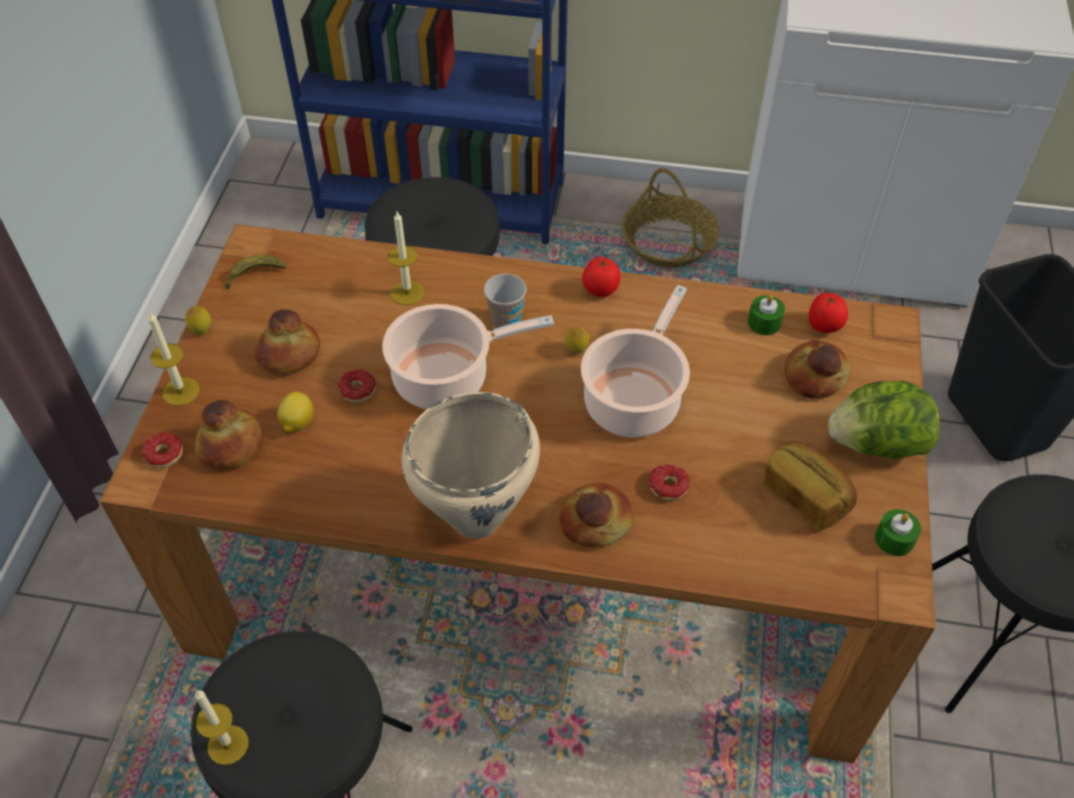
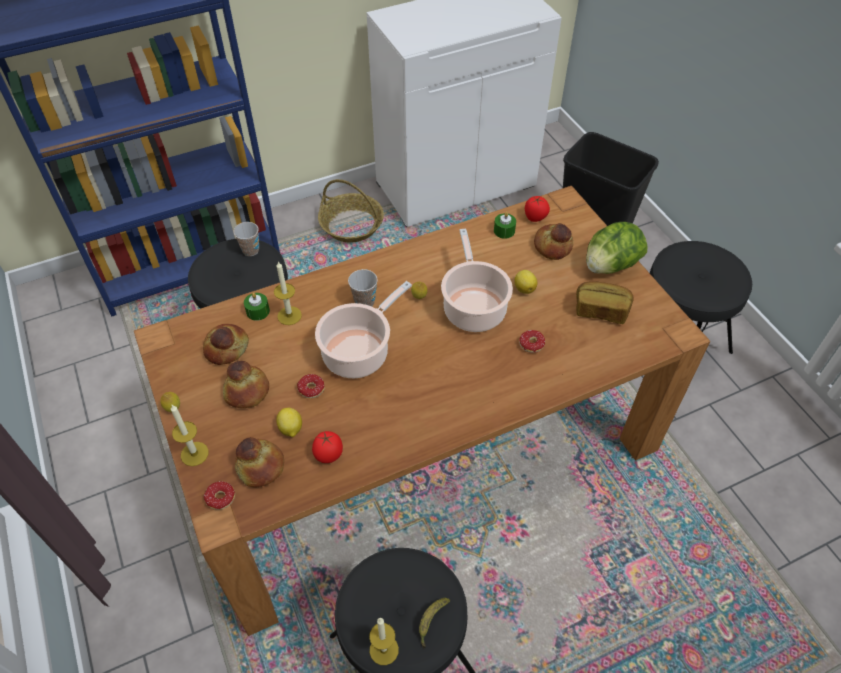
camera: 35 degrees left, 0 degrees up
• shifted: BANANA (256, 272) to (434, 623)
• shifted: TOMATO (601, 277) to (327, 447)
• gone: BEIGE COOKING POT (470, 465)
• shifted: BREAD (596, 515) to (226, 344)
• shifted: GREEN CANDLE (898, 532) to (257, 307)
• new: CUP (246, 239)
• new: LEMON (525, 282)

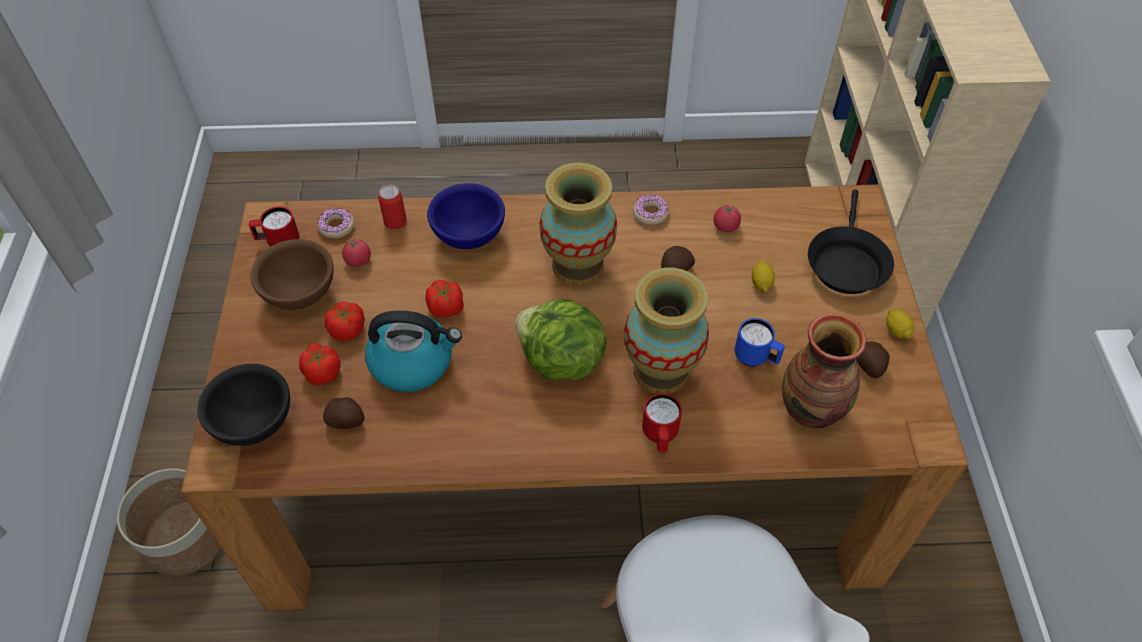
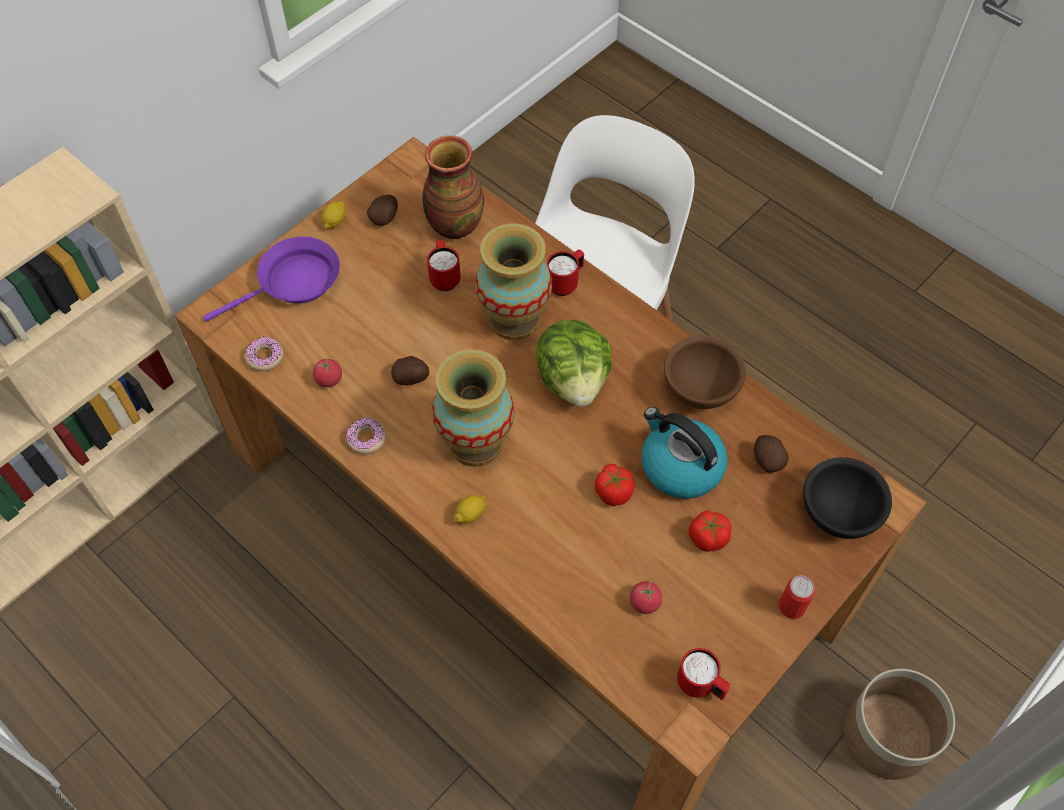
camera: 135 degrees left, 5 degrees up
• gone: BLUE BOWL (466, 216)
• shifted: CAN (392, 207) to (797, 597)
• repainted: BLACK FRYING PAN (851, 241) to PURPLE FRYING PAN (271, 279)
• shifted: DONUT (335, 223) to (264, 354)
• shifted: BROWN BOWL (292, 274) to (705, 372)
• shifted: LEMON (763, 276) to (469, 509)
• repainted: BLUE MUG (760, 342) to RED MUG (444, 265)
• gone: TOMATO (320, 365)

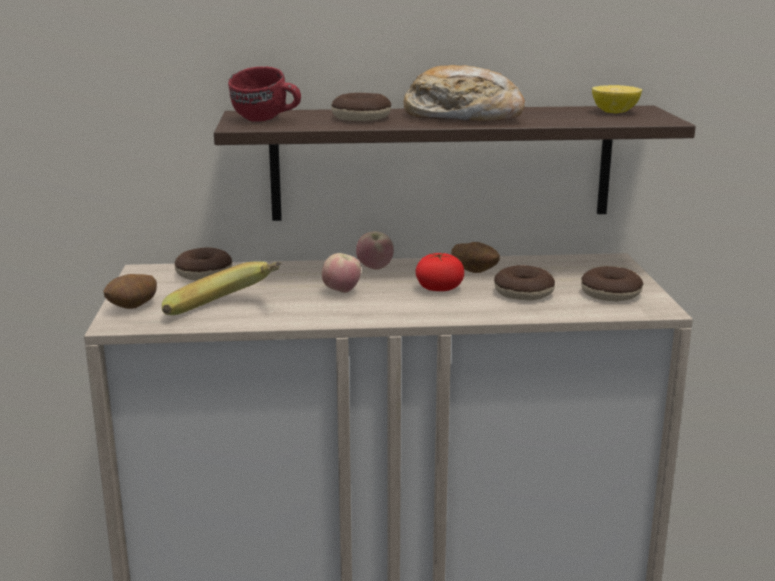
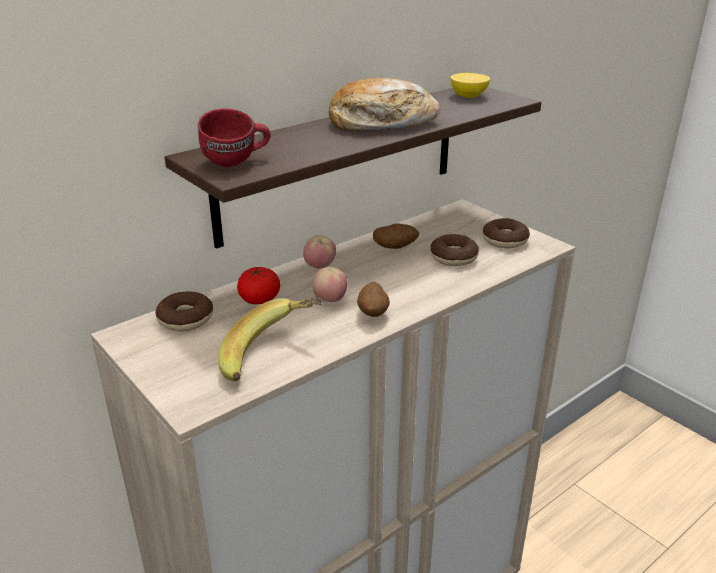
camera: 35 degrees left, 10 degrees up
• gone: DONUT (361, 107)
• shifted: TOMATO (439, 272) to (258, 285)
• shifted: POTATO (130, 291) to (373, 299)

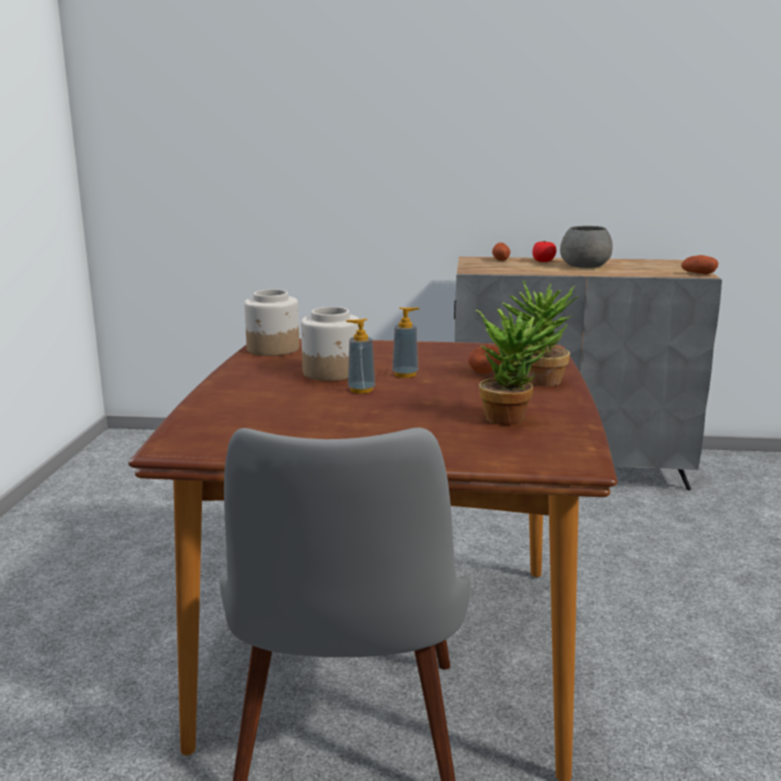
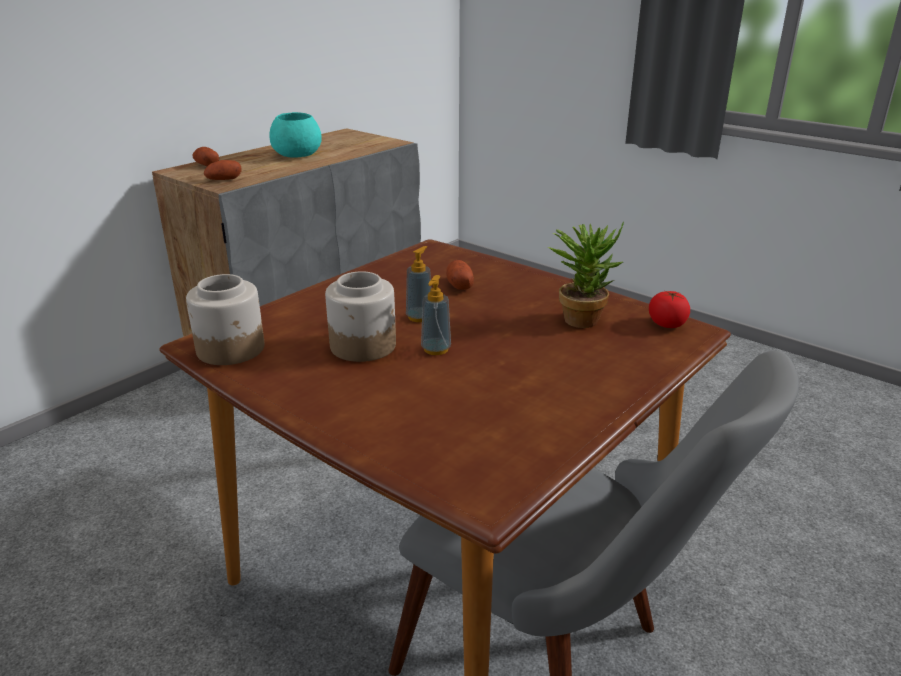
camera: 55 degrees left, 10 degrees up
• repainted: GREY BOWL (586, 247) to TURQUOISE BOWL (295, 135)
• shifted: TOMATO (544, 251) to (669, 309)
• shifted: POTATO (699, 264) to (223, 170)
• gone: POTTED PLANT (541, 333)

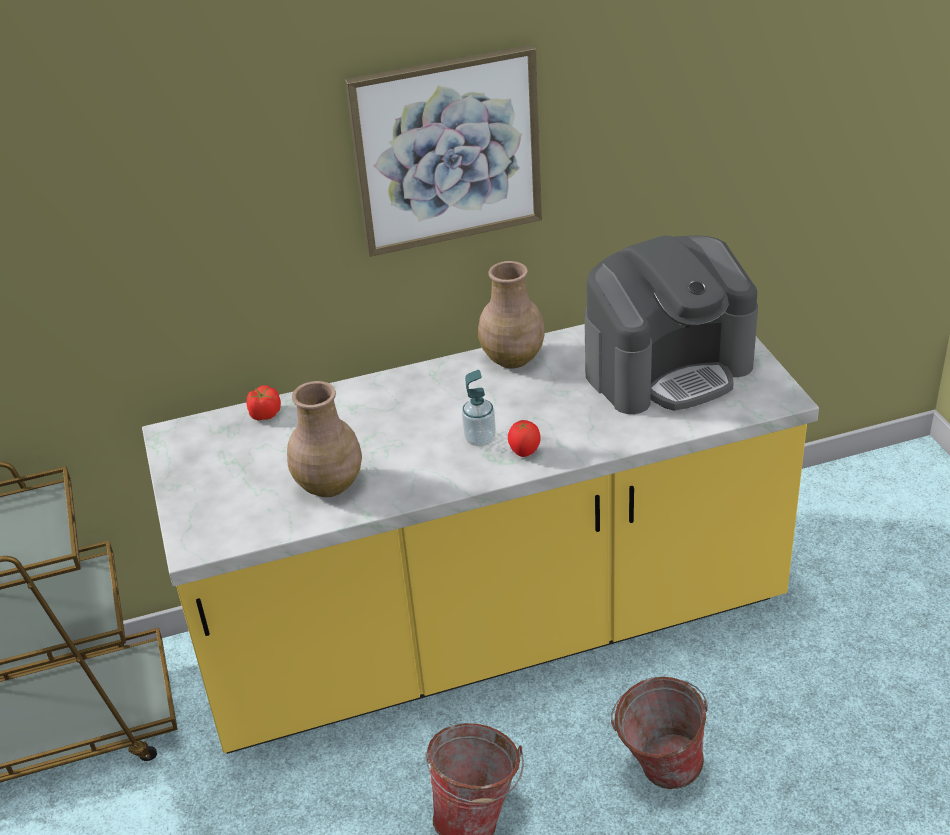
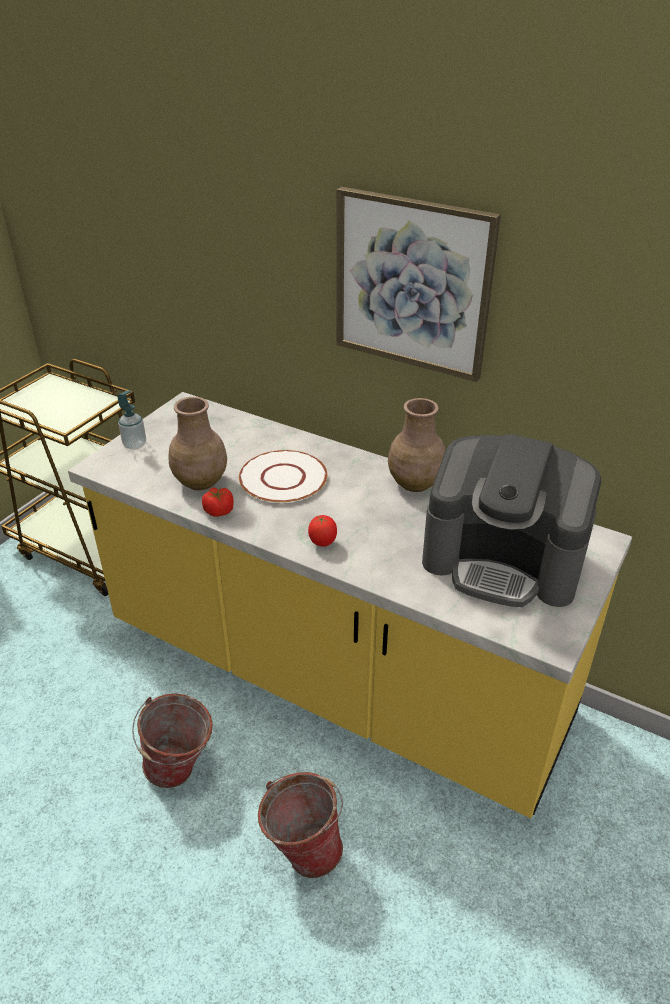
camera: 45 degrees right, 0 degrees up
• shifted: SOAP DISPENSER (479, 408) to (131, 420)
• shifted: TOMATO (264, 402) to (218, 502)
• new: WHITE PLATE (283, 476)

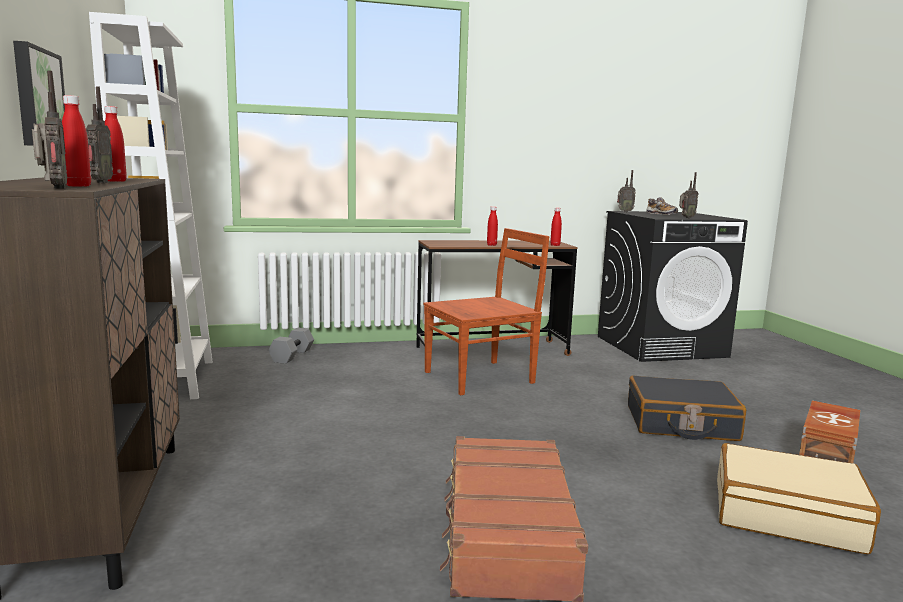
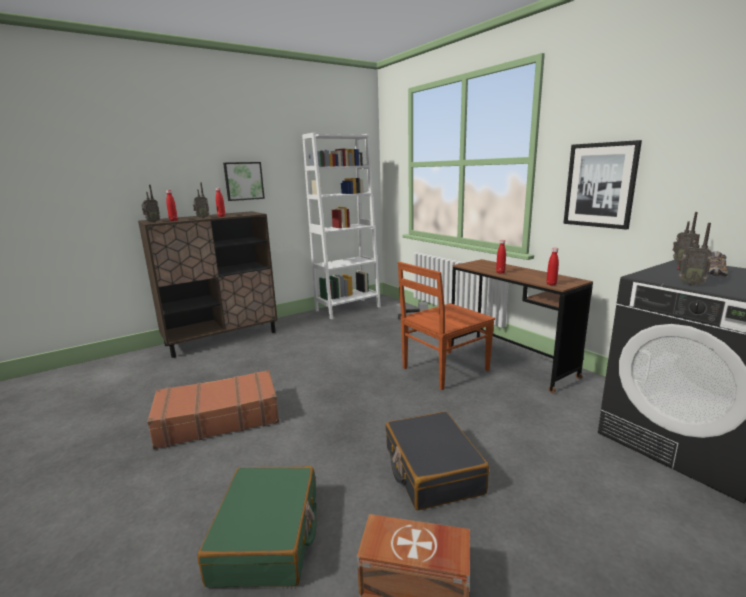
camera: 70 degrees right, 5 degrees up
• rotated: BROWN CHAIR (486, 311) = (446, 326) 105 degrees clockwise
• repainted: BEIGE SUITCASE (799, 498) to GREEN SUITCASE (257, 526)
• new: PICTURE (602, 185)

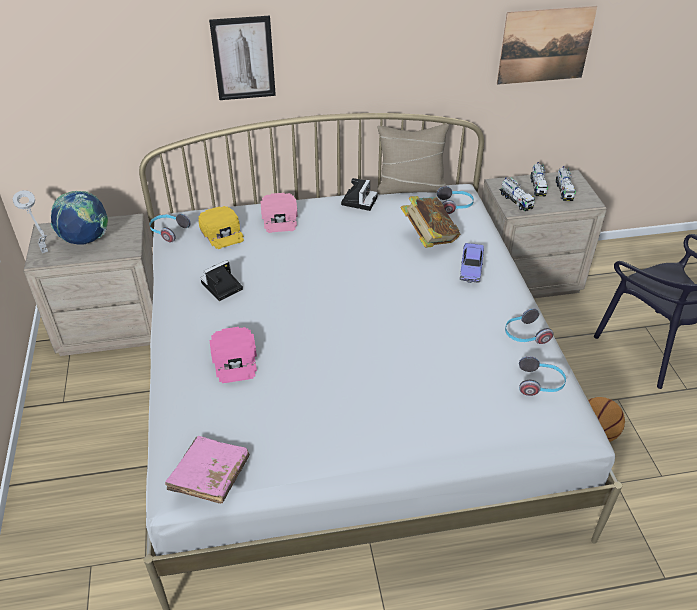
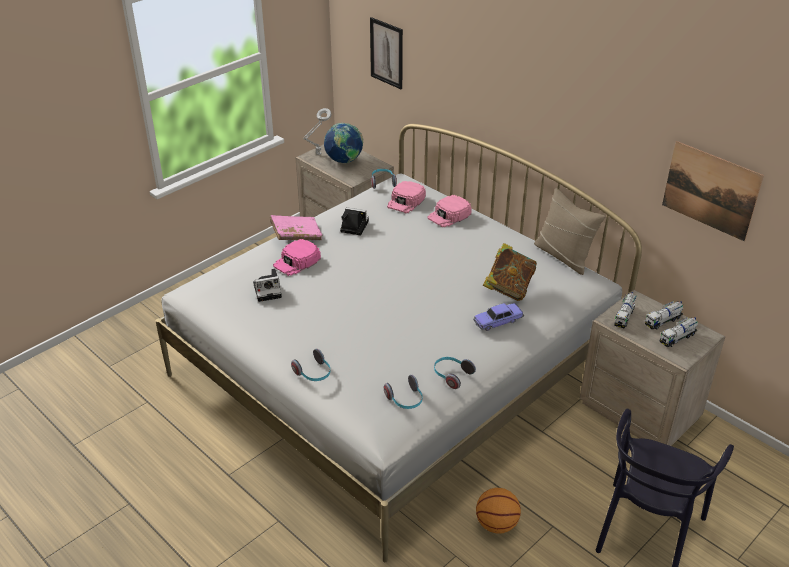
camera: 55 degrees right, 5 degrees down
• shifted: PICTURE (242, 58) to (386, 53)
• shifted: PHOTO CAMERA (359, 194) to (267, 285)
• shifted: HEADPHONES (455, 200) to (310, 365)
• repainted: YELLOW CAP (221, 227) to PINK CAP (406, 197)
• shifted: PINK BOOK (207, 470) to (296, 227)

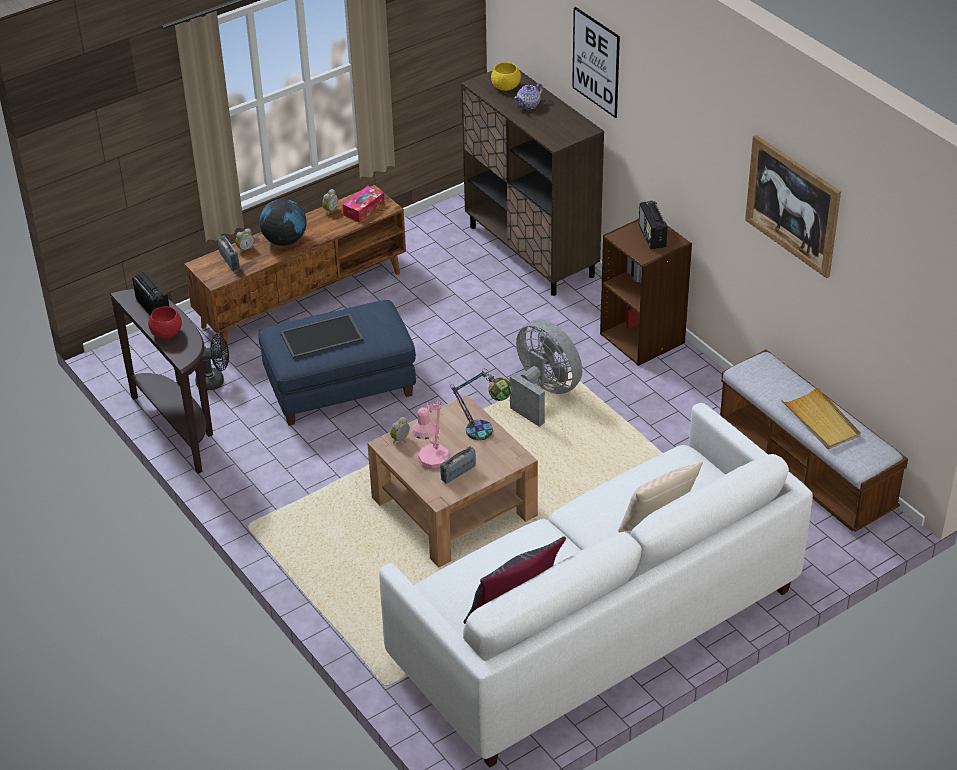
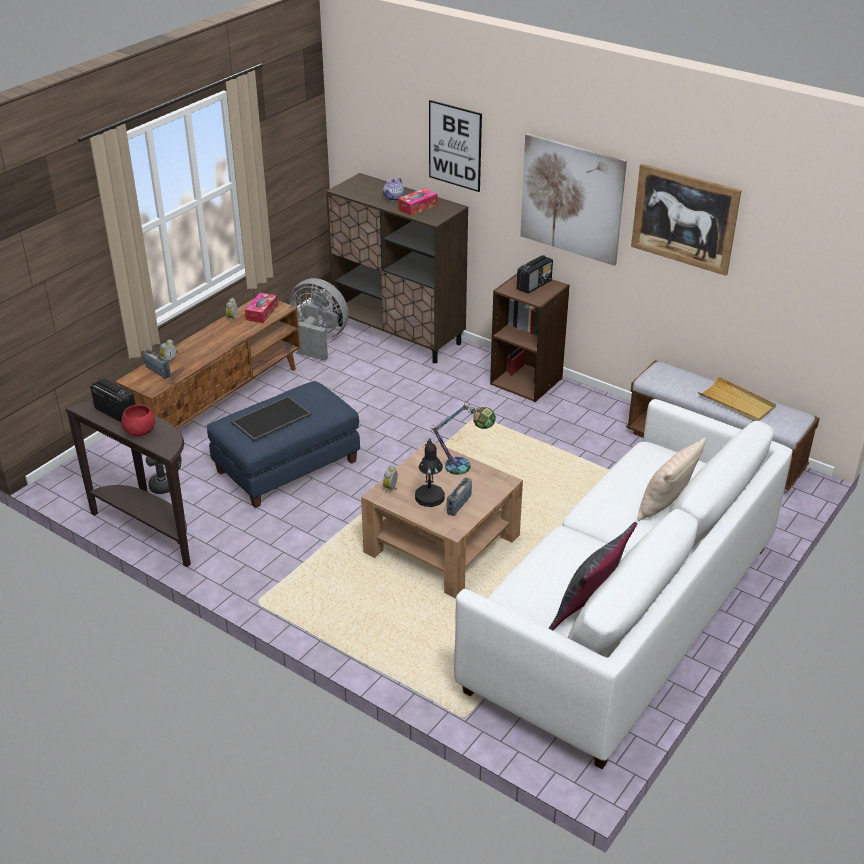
camera: 20 degrees left, 5 degrees down
• gone: YELLOW BOWL (506, 76)
• gone: GLOBE (282, 222)
• rotated: RADIO (653, 225) = (535, 274) 105 degrees counterclockwise
• shifted: GREY FAN (546, 373) to (319, 319)
• repainted: PINK TABLE LAMP (431, 434) to BLACK TABLE LAMP (430, 473)
• new: PICTURE (573, 200)
• new: TISSUE BOX (418, 202)

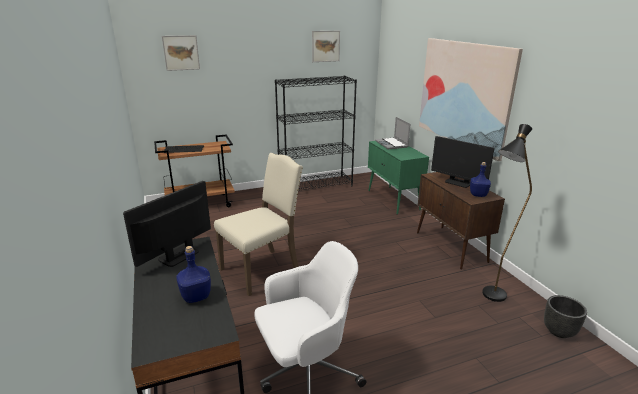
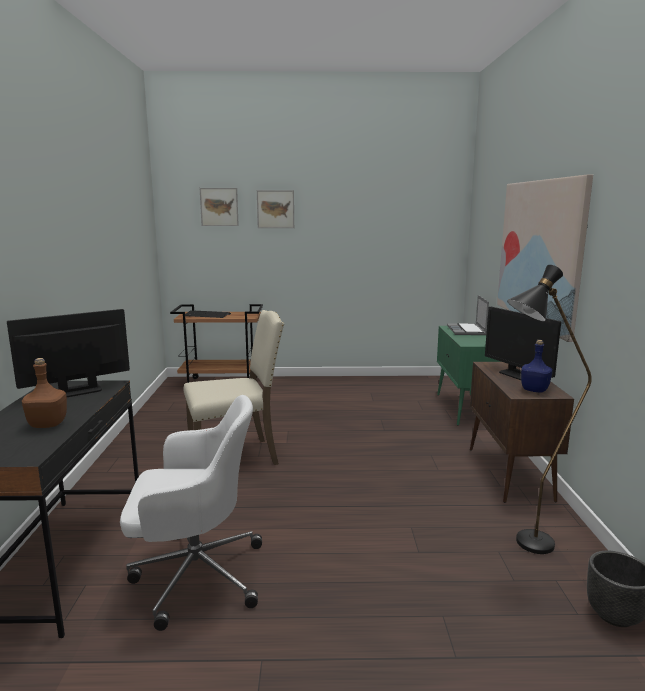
camera: 20 degrees right, 10 degrees down
• shifted: PICTURE (326, 46) to (275, 209)
• gone: BLACK BOOKCASE (316, 133)
• repainted: BLUE BOTTLE (193, 274) to BROWN BOTTLE (44, 393)

